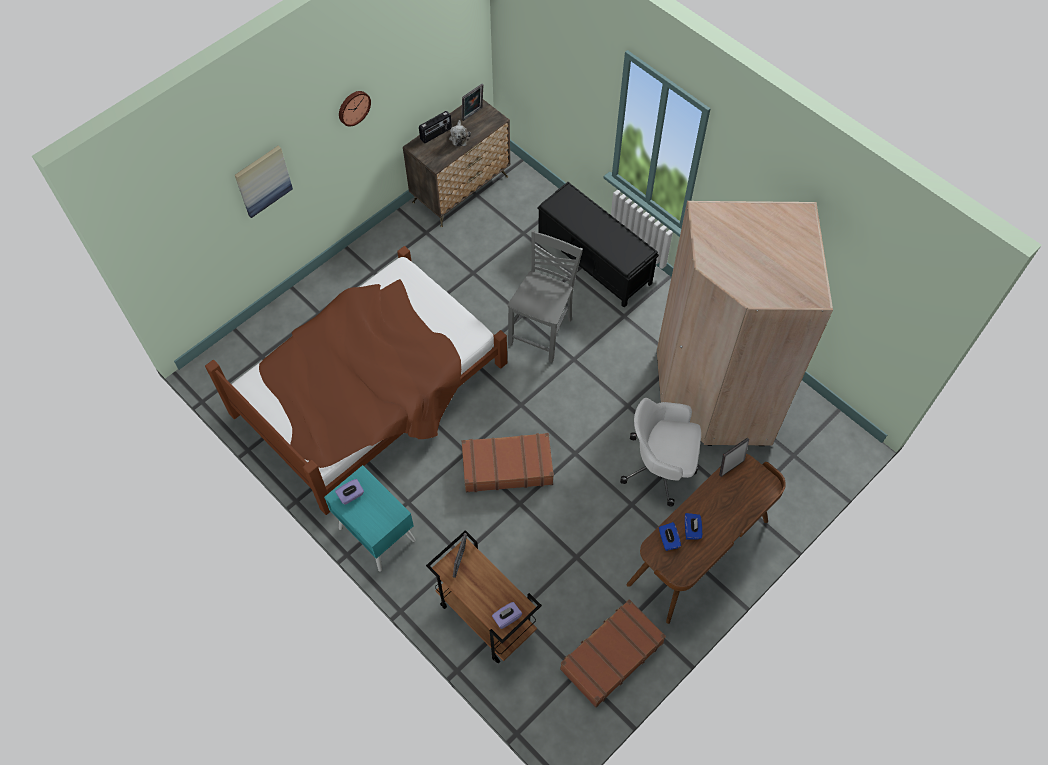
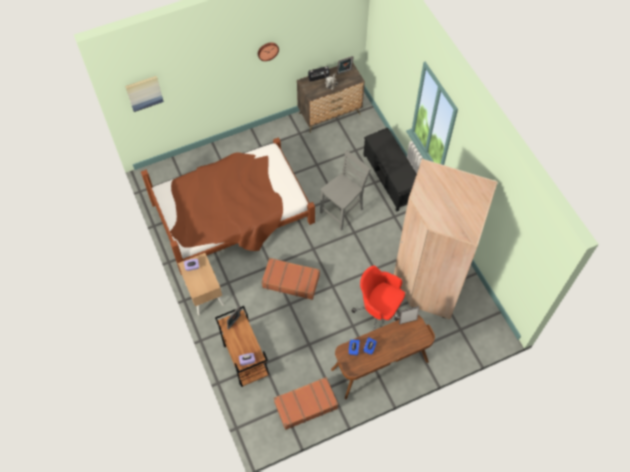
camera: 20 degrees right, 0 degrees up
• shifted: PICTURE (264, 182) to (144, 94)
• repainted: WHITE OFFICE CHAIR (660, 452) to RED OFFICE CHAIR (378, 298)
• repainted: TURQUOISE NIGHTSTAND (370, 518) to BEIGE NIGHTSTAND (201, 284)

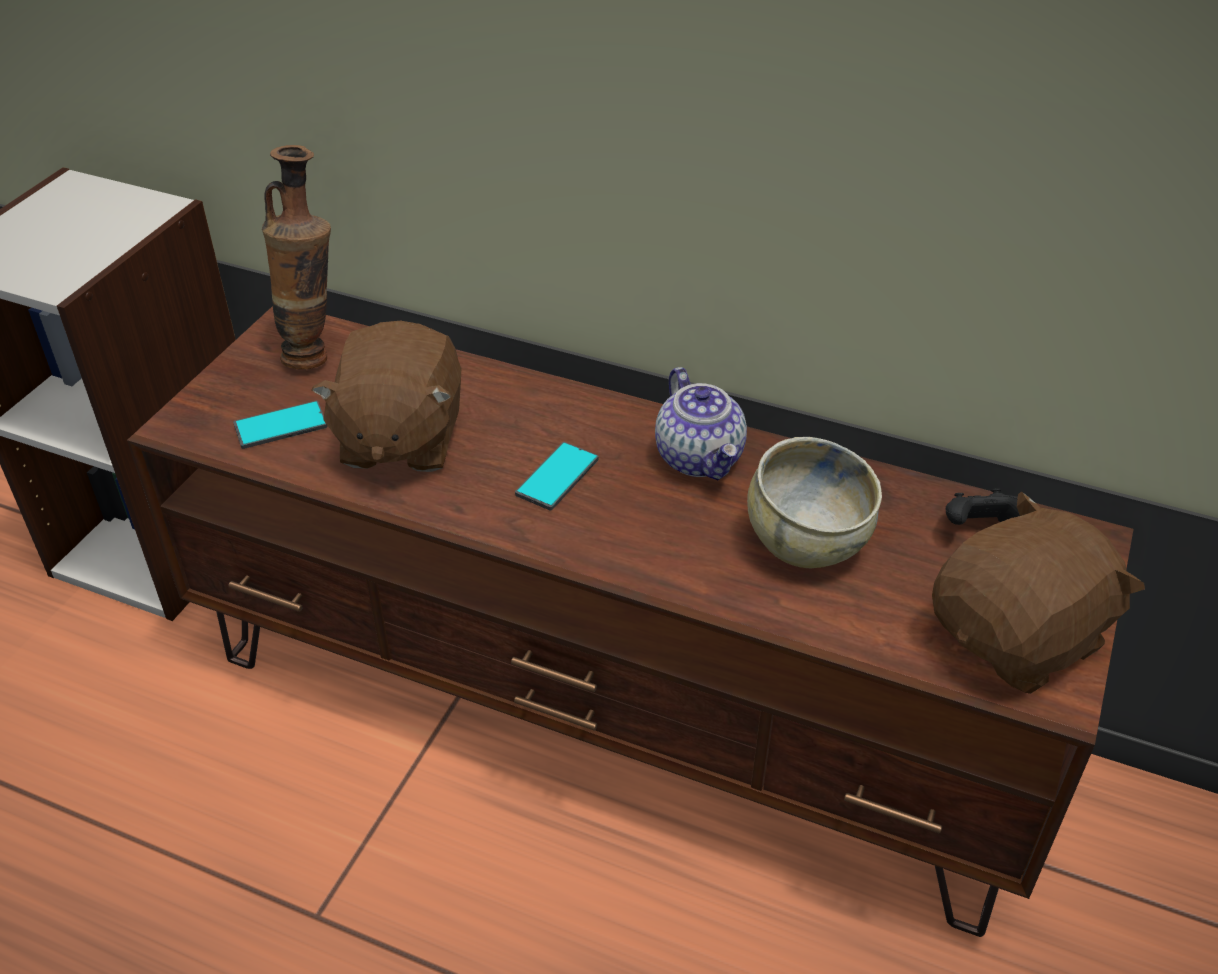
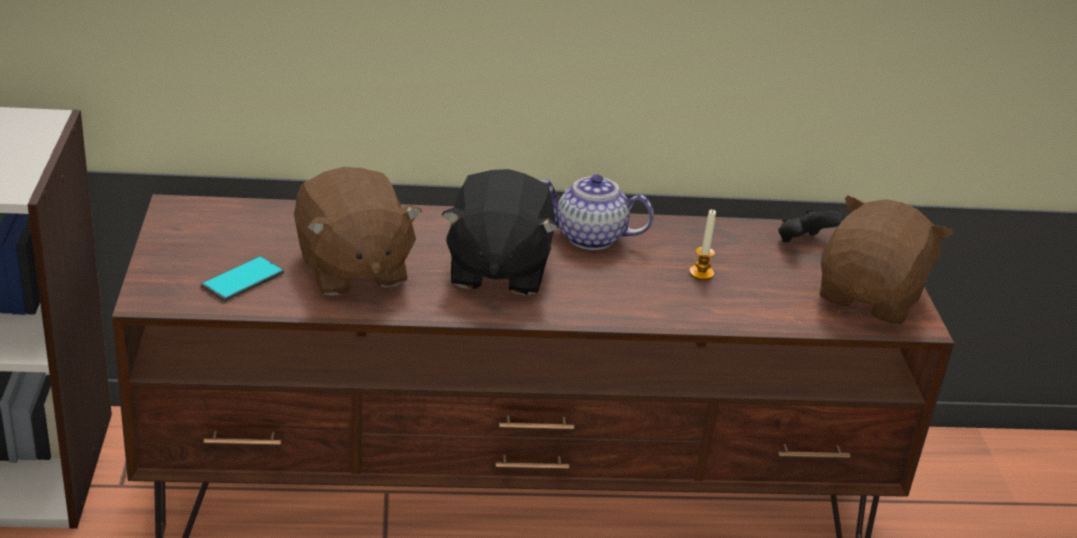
camera: 30 degrees left, 10 degrees down
• gone: VASE (296, 257)
• rotated: TEAPOT (701, 423) = (597, 212) 150 degrees clockwise
• swapped: BEIGE BOWL (814, 502) to CANDLE (702, 244)
• swapped: PHONE (557, 476) to BLACK PLUSH TOY (500, 232)

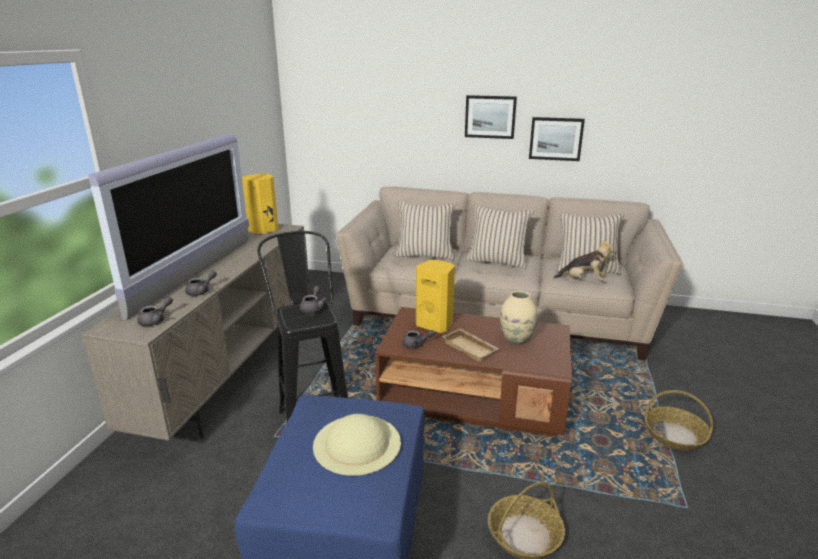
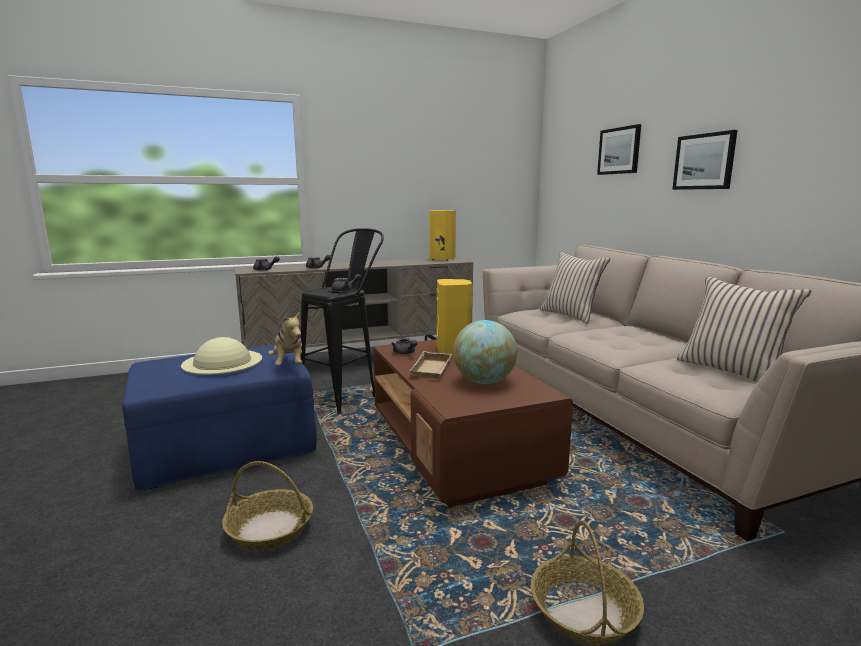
camera: 55 degrees right, 10 degrees down
• shifted: PICTURE (557, 139) to (619, 149)
• gone: TELEVISION (168, 226)
• gone: BEIGE PILLOW (500, 236)
• shifted: PLUSH TOY (584, 260) to (285, 338)
• swapped: BEIGE VASE (518, 318) to GLOBE (485, 352)

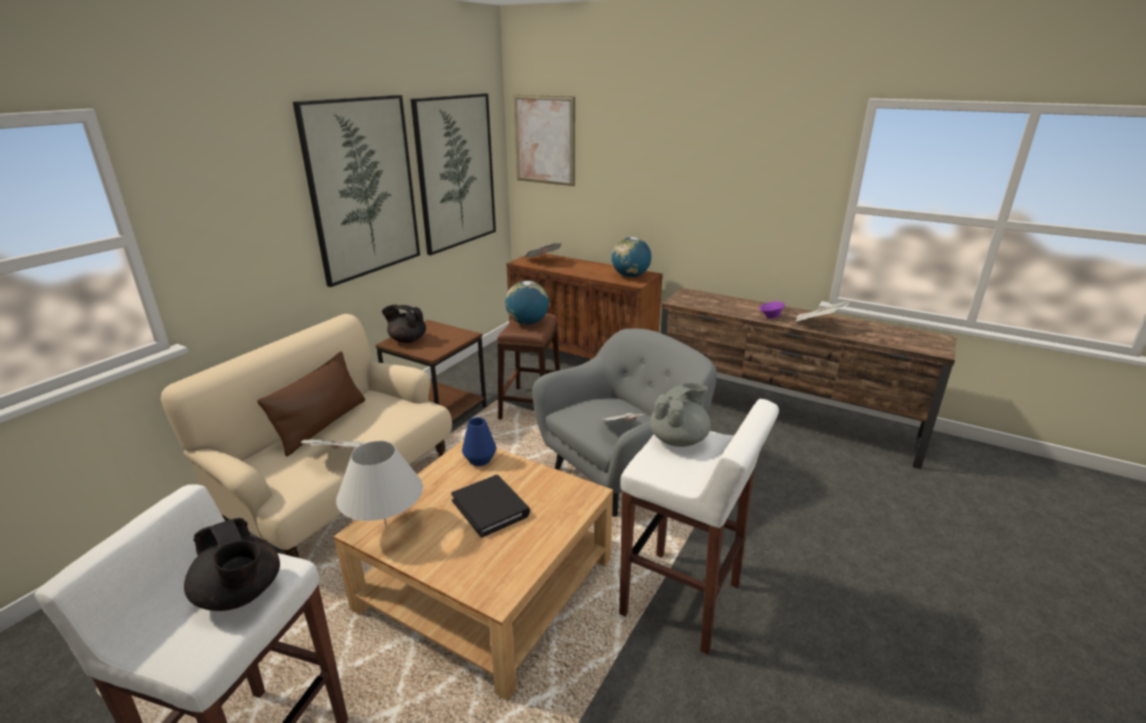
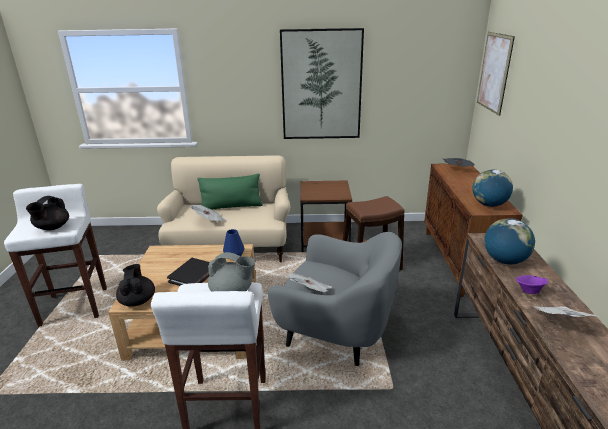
camera: 60 degrees right, 0 degrees up
• gone: PICTURE (453, 174)
• shifted: GLOBE (527, 303) to (509, 241)
• shifted: BLACK TEAPOT (404, 323) to (135, 285)
• repainted: BROWN PILLOW (311, 404) to GREEN PILLOW (230, 192)
• gone: WHITE TABLE LAMP (379, 485)

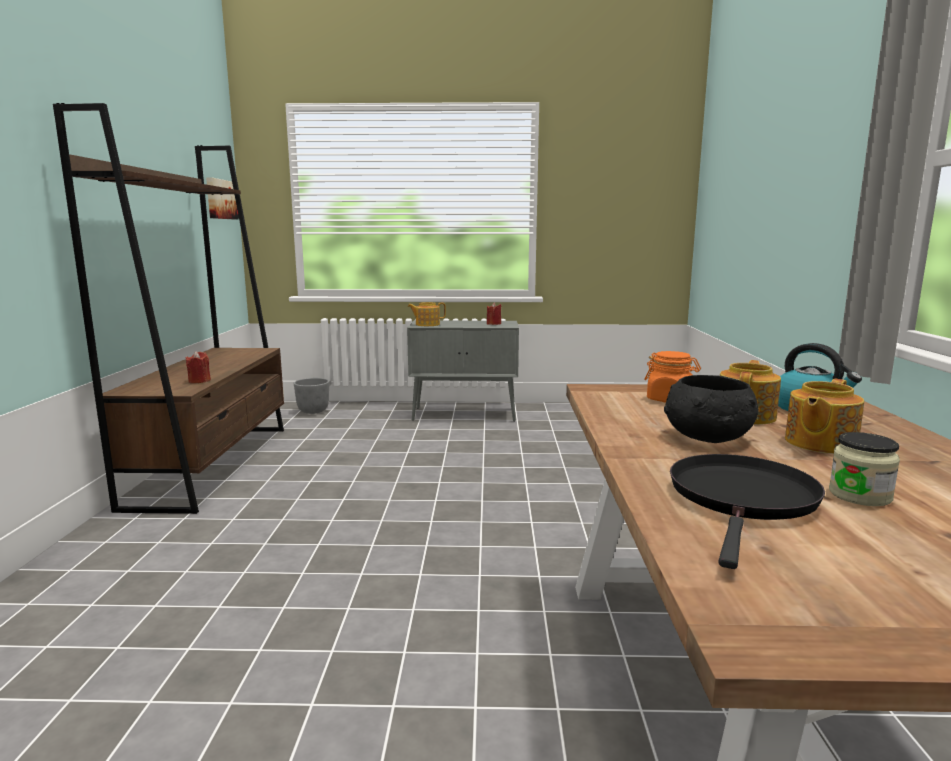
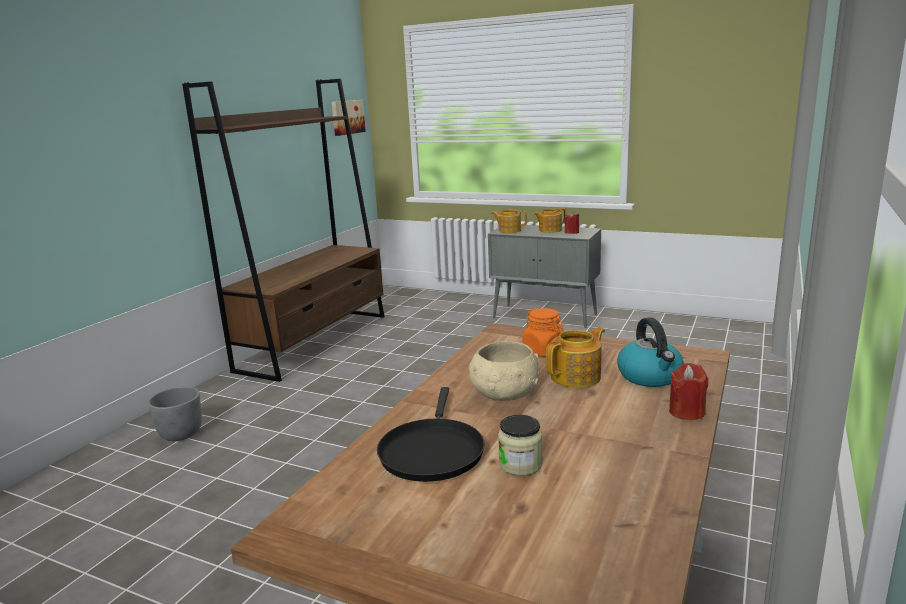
camera: 25 degrees right, 5 degrees up
• shifted: RED CANDLE (198, 367) to (688, 391)
• repainted: BLACK BOWL (711, 409) to BEIGE BOWL (504, 371)
• shifted: GREY PLANTER (311, 396) to (175, 413)
• shifted: TEAPOT (824, 416) to (550, 220)
• rotated: BLACK FRYING PAN (747, 511) = (431, 434) 135 degrees clockwise

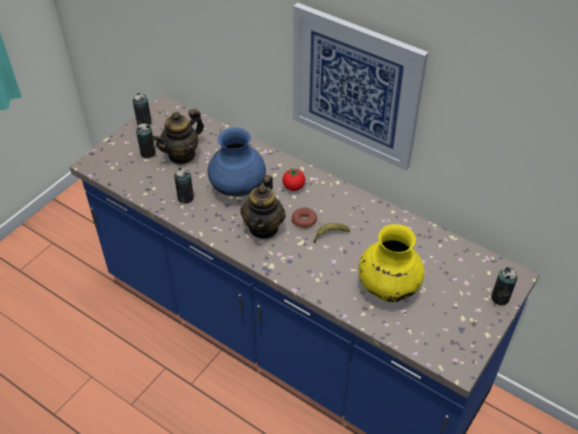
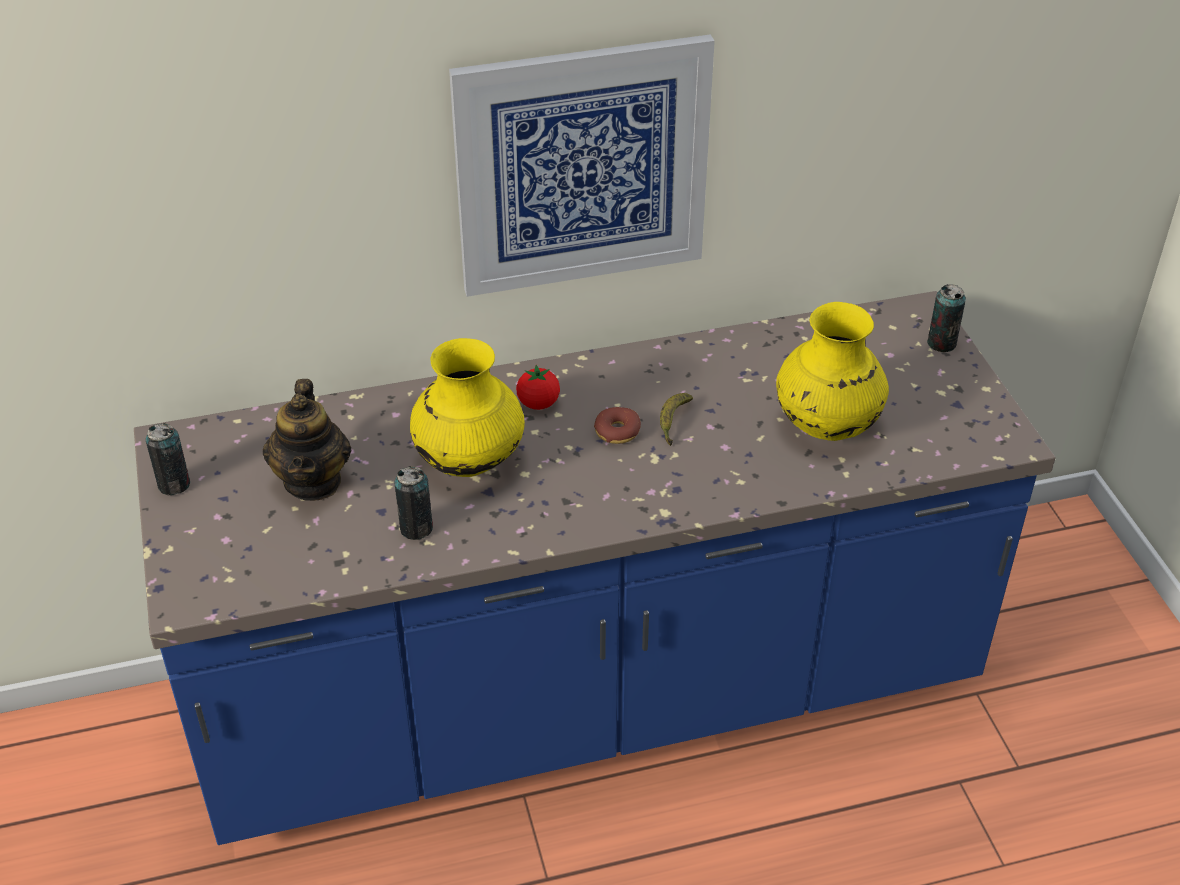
camera: 50 degrees left, 5 degrees down
• gone: CAN (146, 140)
• repainted: BLUE VASE (237, 161) to YELLOW VASE (467, 407)
• gone: TEAPOT (263, 207)

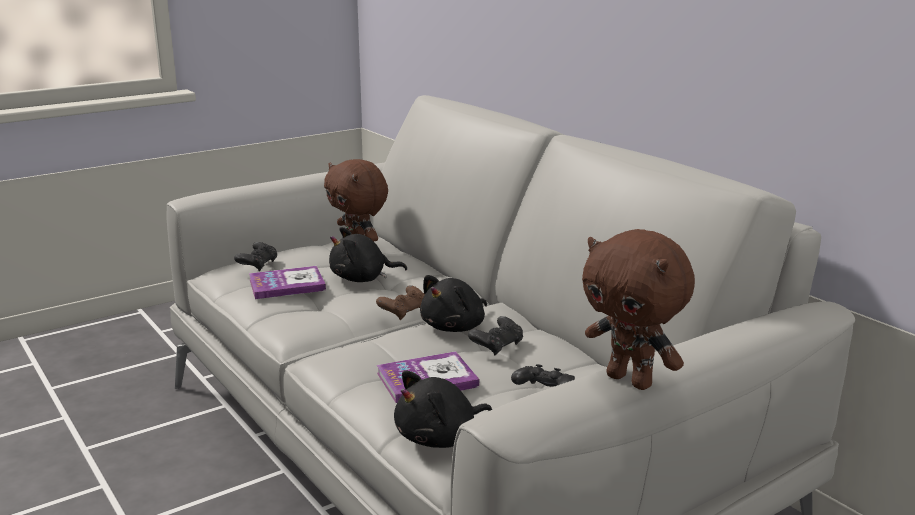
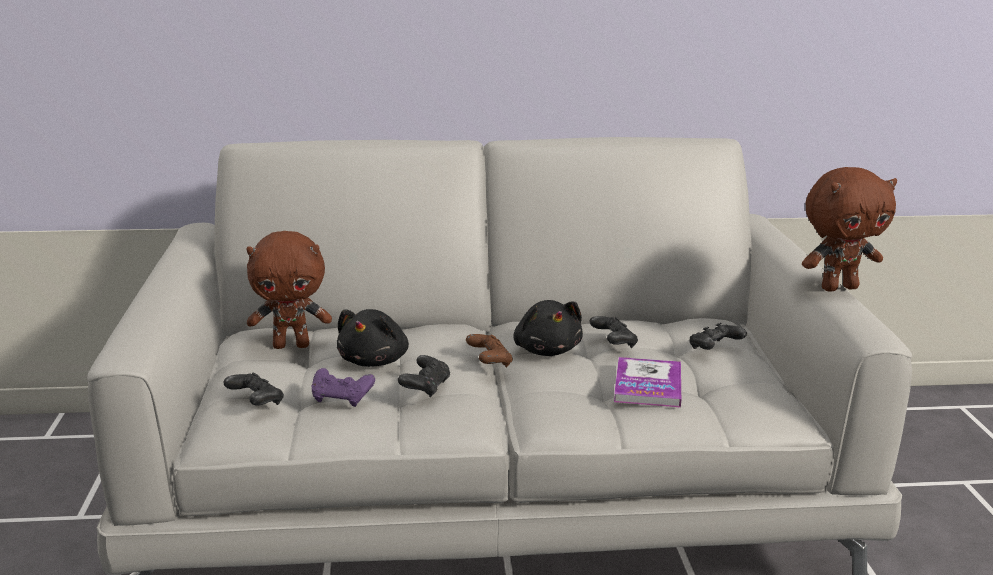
camera: 60 degrees left, 0 degrees up
• swapped: BOOK (287, 282) to PURPLE GAME CONTROLLER (343, 387)
• gone: BLACK PLUSH TOY (443, 409)
• new: BLACK GAME CONTROLLER (424, 376)

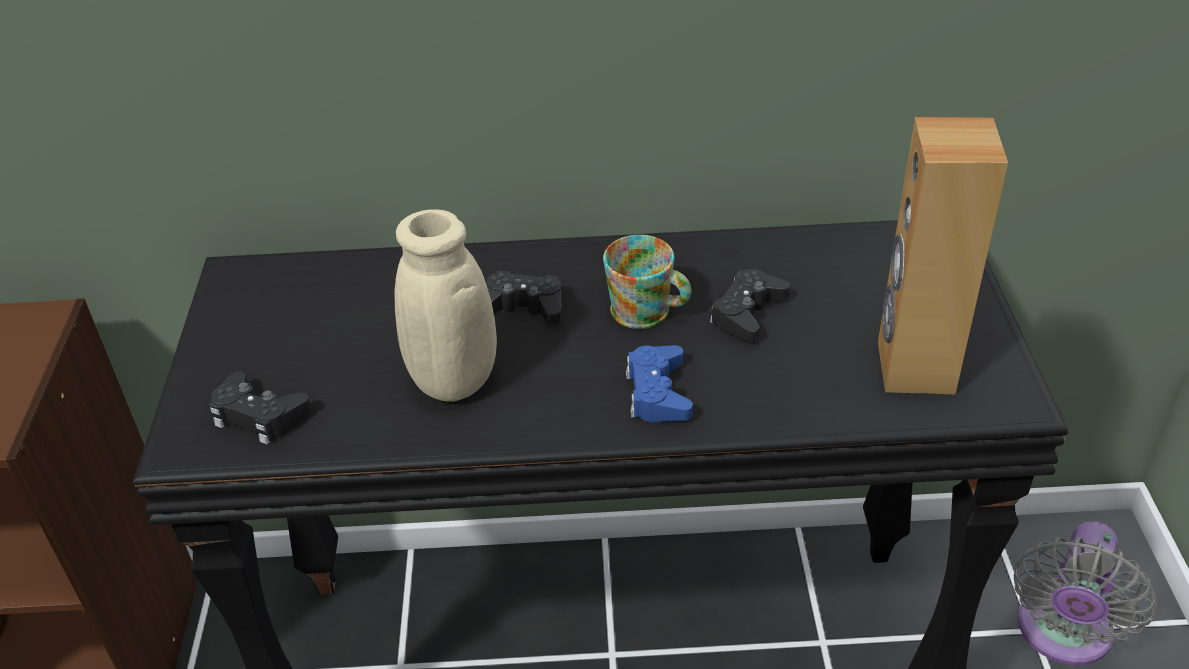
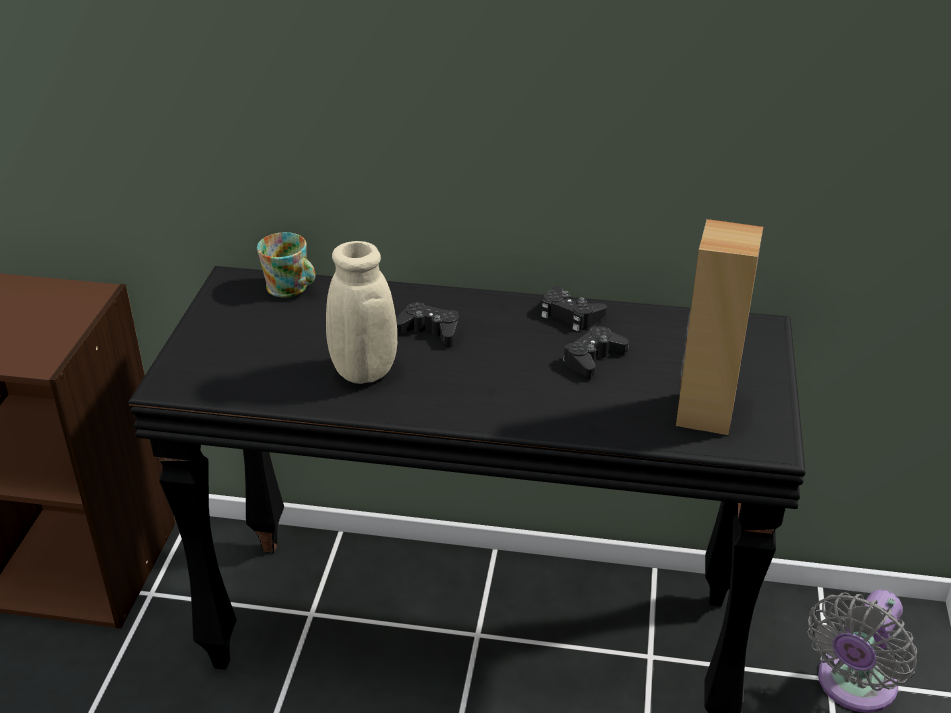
camera: 10 degrees right, 5 degrees down
• shifted: MUG (647, 282) to (286, 264)
• gone: BLUE GAME CONTROLLER (659, 383)
• shifted: BLACK GAME CONTROLLER (260, 407) to (574, 308)

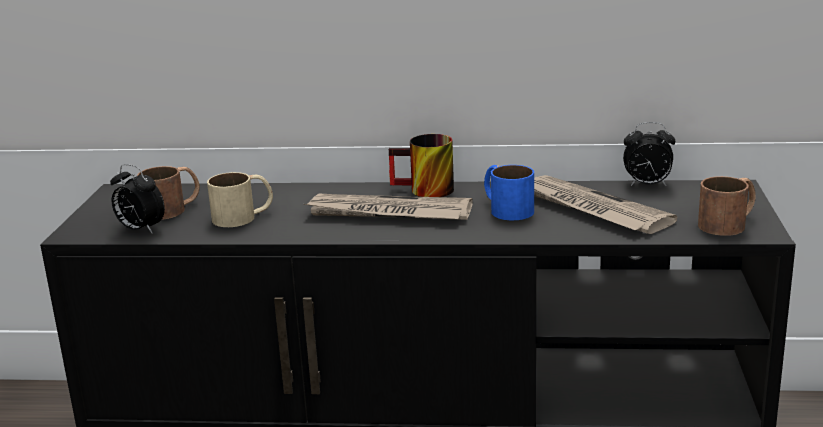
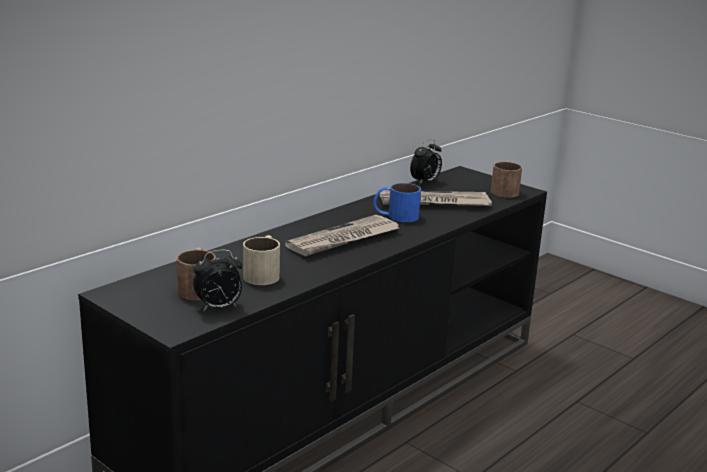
camera: 55 degrees left, 0 degrees up
• gone: MUG (421, 165)

